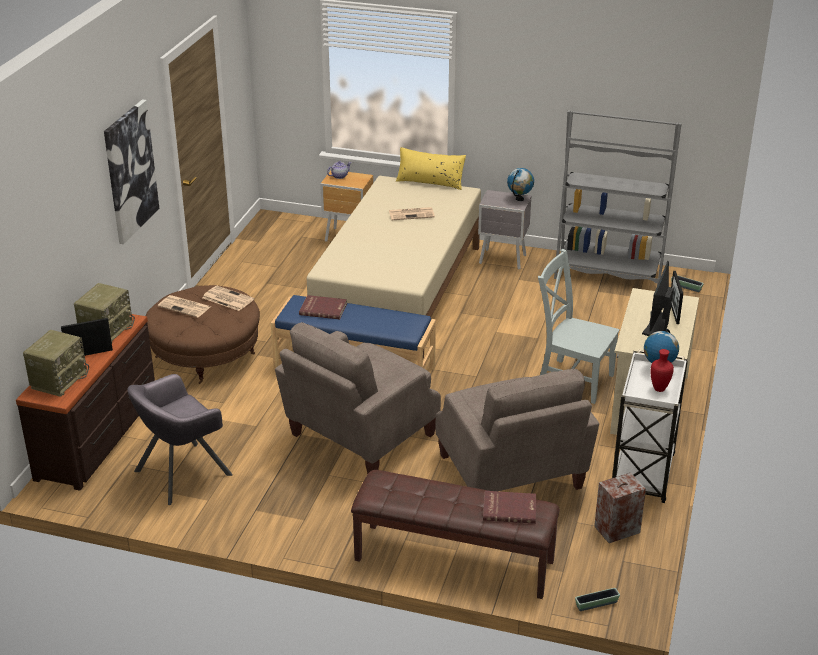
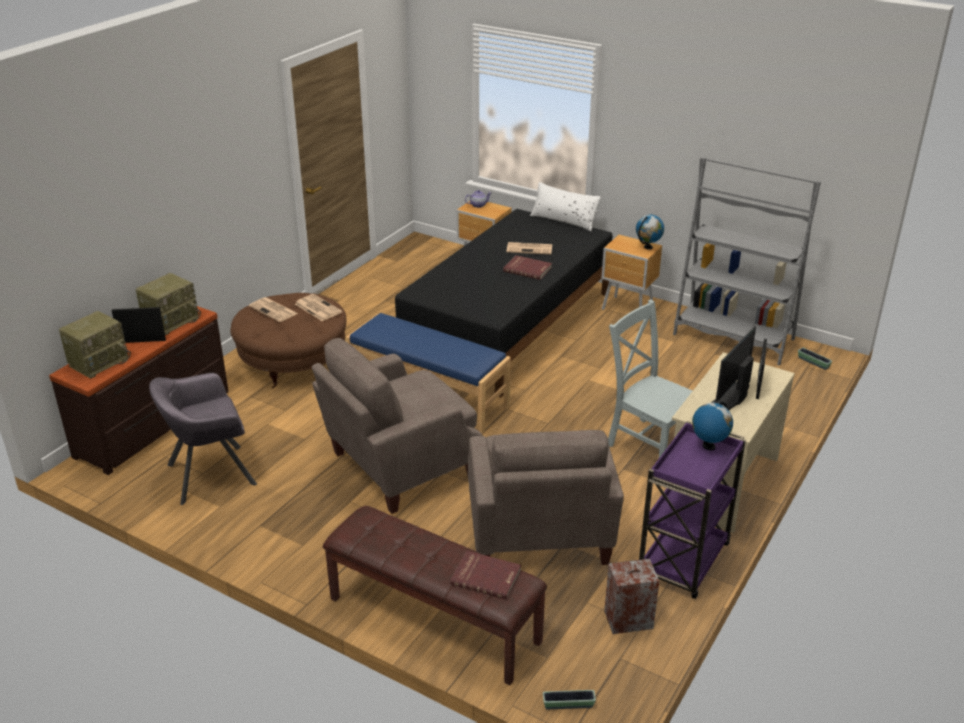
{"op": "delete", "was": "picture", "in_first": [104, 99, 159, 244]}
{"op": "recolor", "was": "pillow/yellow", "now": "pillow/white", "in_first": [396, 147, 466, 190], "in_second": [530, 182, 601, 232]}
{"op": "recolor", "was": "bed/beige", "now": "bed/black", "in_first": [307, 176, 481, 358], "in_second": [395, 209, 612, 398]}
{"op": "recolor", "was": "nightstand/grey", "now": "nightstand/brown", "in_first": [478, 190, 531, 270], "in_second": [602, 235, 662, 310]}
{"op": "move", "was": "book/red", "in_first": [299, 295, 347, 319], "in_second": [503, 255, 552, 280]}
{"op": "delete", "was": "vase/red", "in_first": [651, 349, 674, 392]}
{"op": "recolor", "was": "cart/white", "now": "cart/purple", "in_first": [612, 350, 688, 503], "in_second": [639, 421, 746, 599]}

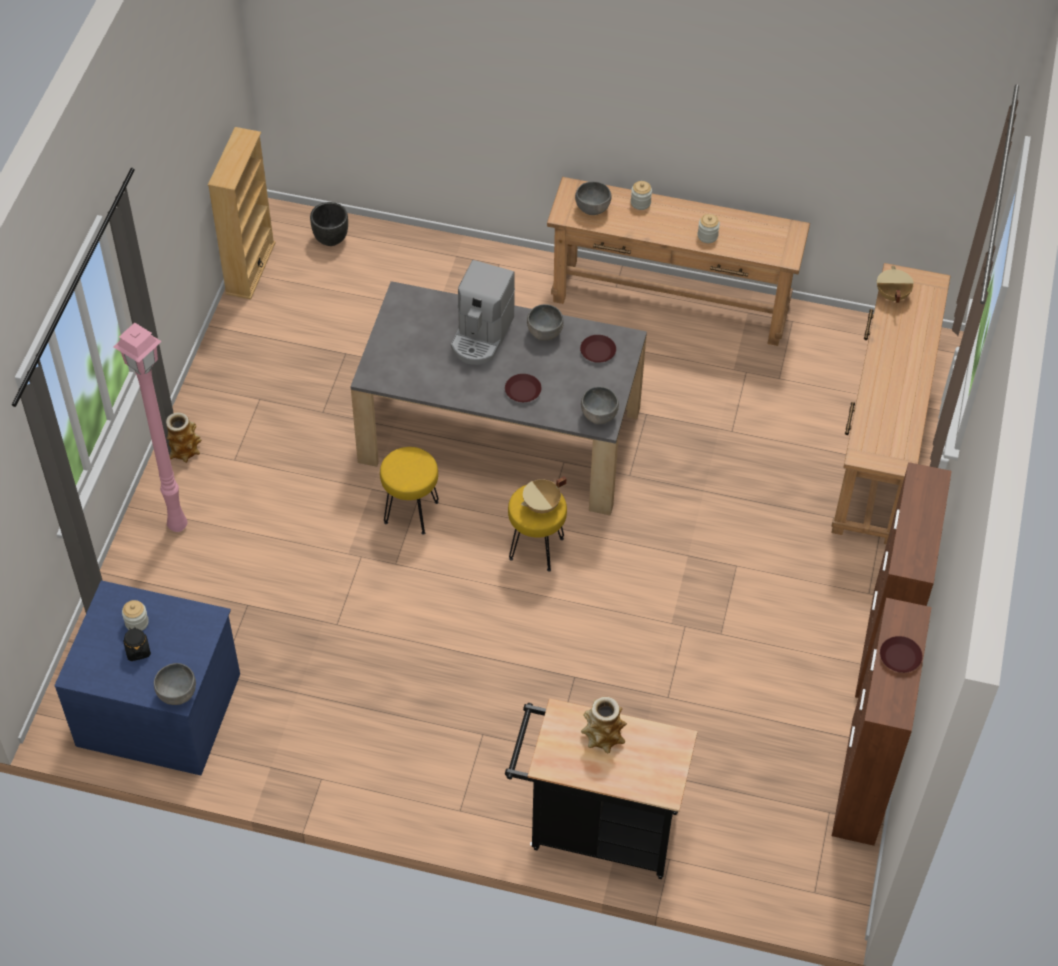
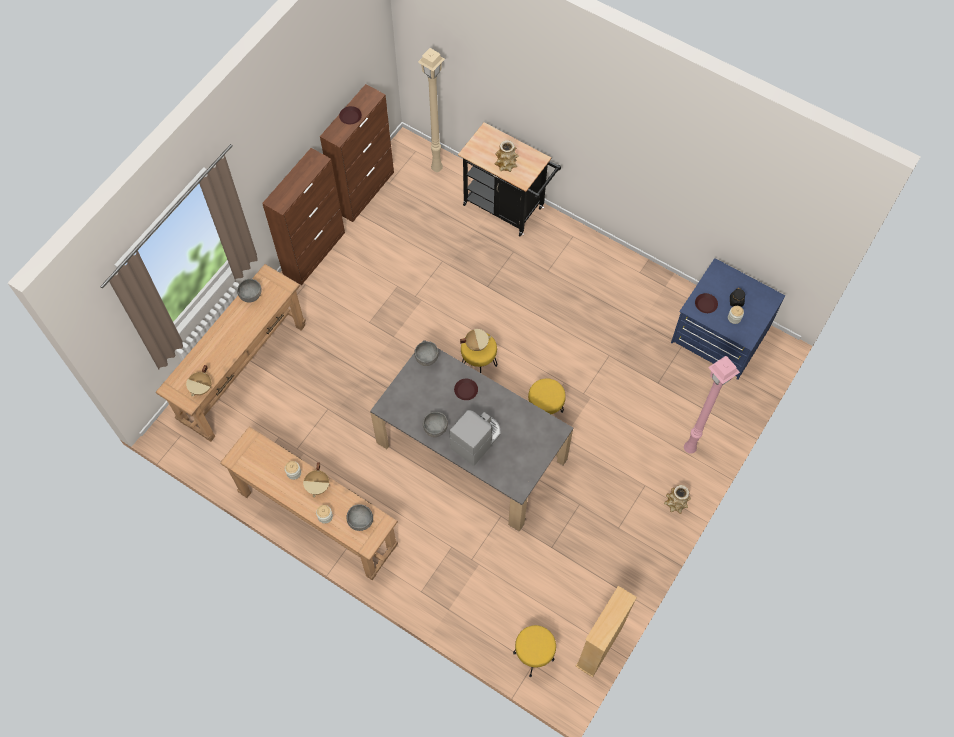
{"op": "replace", "was": "planter/black", "now": "stool/yellow", "in_first": [310, 202, 348, 246], "in_second": [513, 625, 556, 677]}
{"op": "move", "was": "plate/brown", "in_first": [580, 335, 616, 363], "in_second": [695, 293, 718, 313]}
{"op": "move", "was": "bowl/grey", "in_first": [154, 663, 196, 705], "in_second": [237, 279, 262, 302]}
{"op": "insert", "now": "floor lamp/beige", "in_second": [418, 48, 445, 172]}
{"op": "insert", "now": "cooking pot/beige", "in_second": [303, 462, 329, 498]}

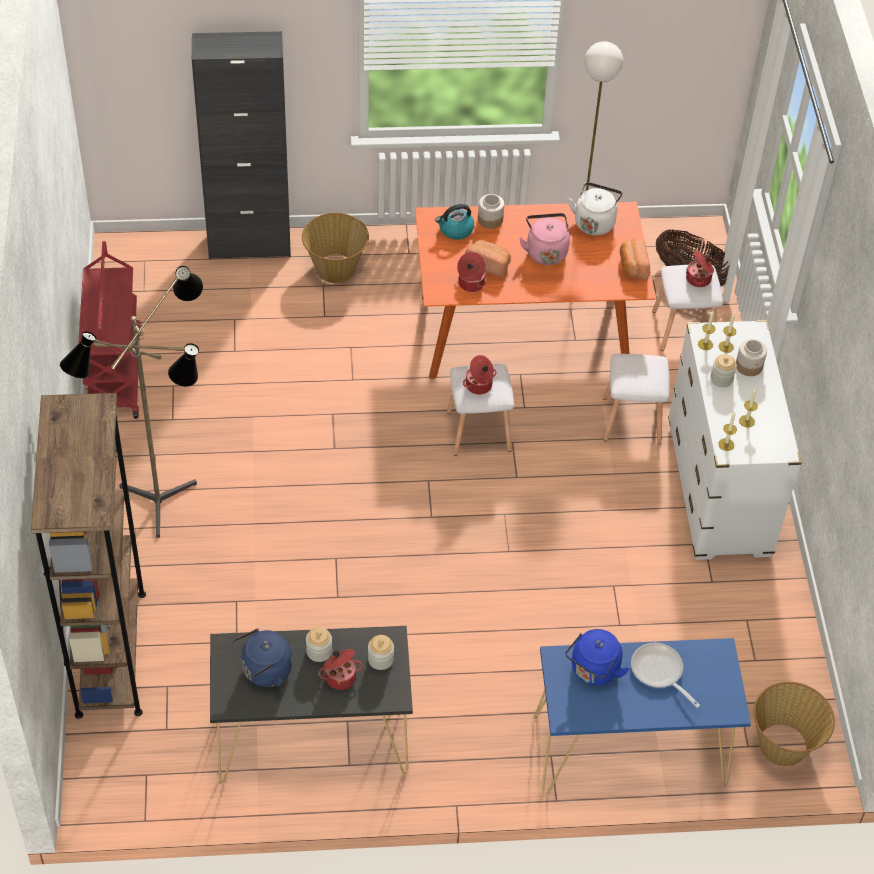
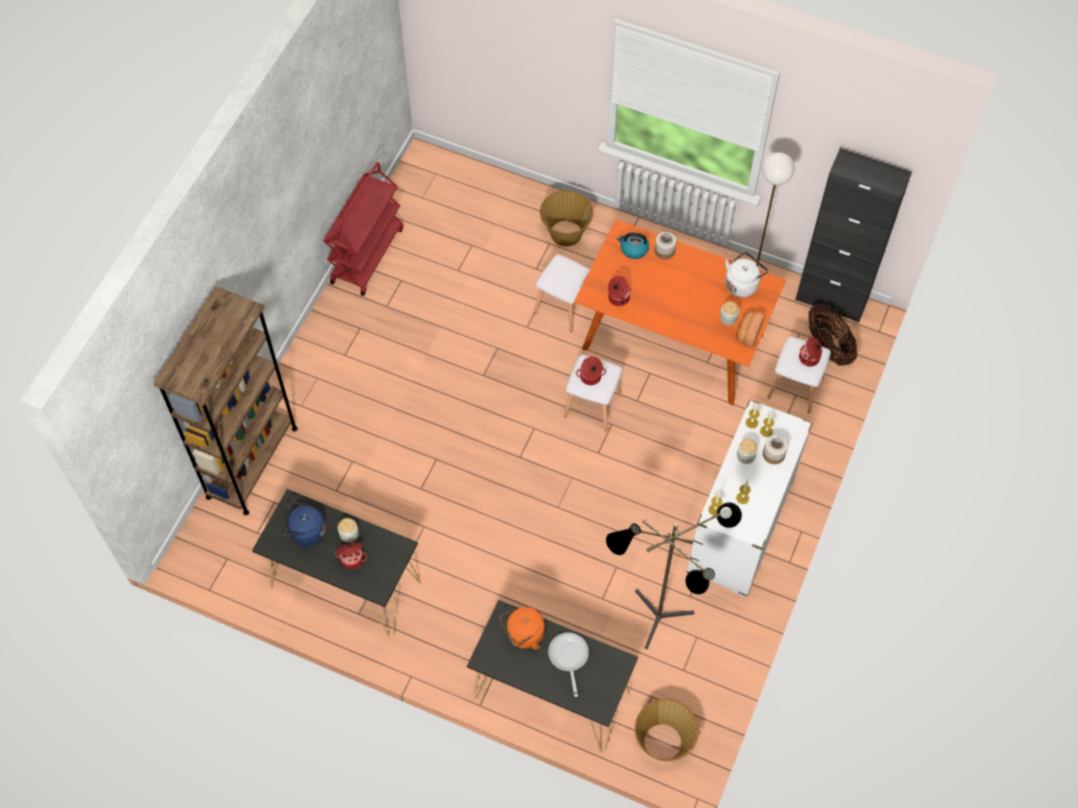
{"op": "move", "was": "cabinet/black", "in_first": [192, 31, 291, 259], "in_second": [795, 148, 912, 323]}
{"op": "delete", "was": "kettle/pink", "in_first": [519, 213, 570, 265]}
{"op": "delete", "was": "bread", "in_first": [465, 240, 511, 277]}
{"op": "move", "was": "floor lamp", "in_first": [60, 266, 203, 538], "in_second": [606, 502, 742, 649]}
{"op": "move", "was": "stool/white", "in_first": [603, 354, 670, 445], "in_second": [534, 254, 590, 332]}
{"op": "recolor", "was": "kettle/blue", "now": "kettle/orange", "in_first": [565, 629, 629, 685], "in_second": [500, 606, 545, 650]}
{"op": "move", "was": "jar", "in_first": [368, 635, 394, 670], "in_second": [720, 301, 739, 326]}
{"op": "recolor", "was": "console table/blue", "now": "console table/black", "in_first": [533, 638, 751, 795], "in_second": [467, 600, 638, 752]}

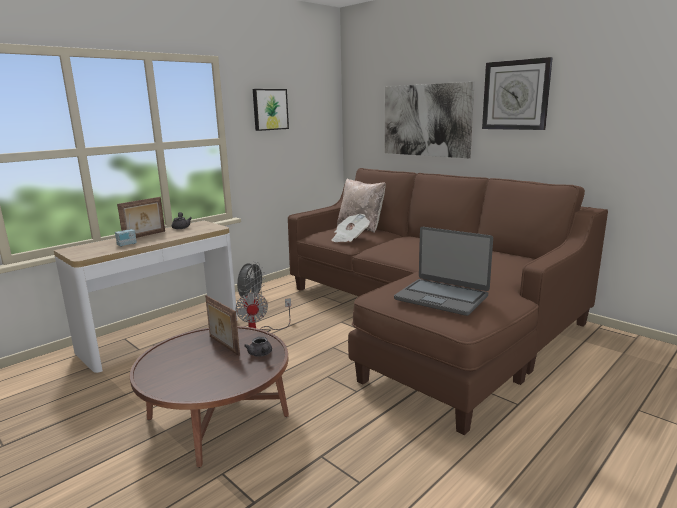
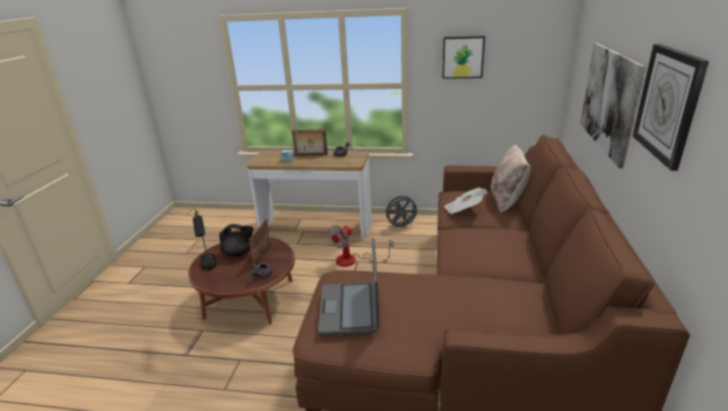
{"op": "insert", "now": "table lamp/black", "in_second": [193, 209, 217, 270]}
{"op": "insert", "now": "teapot/black", "in_second": [219, 224, 254, 257]}

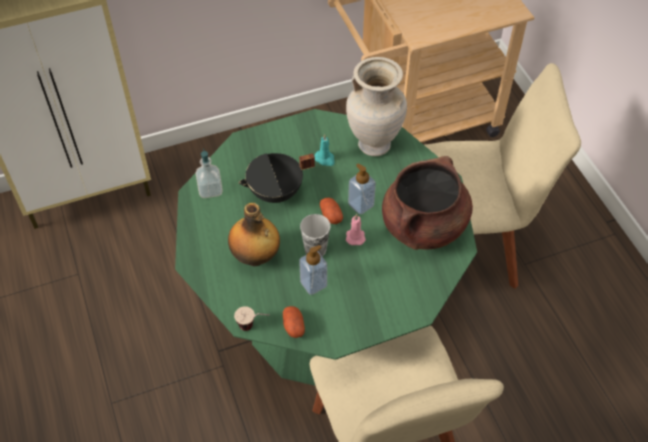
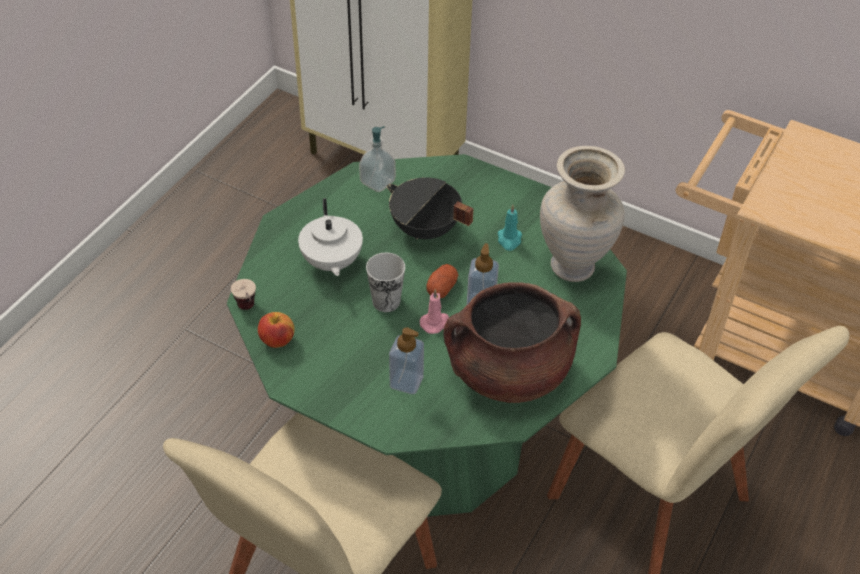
{"op": "replace", "was": "bottle", "now": "teapot/white", "in_first": [228, 203, 280, 266], "in_second": [298, 198, 363, 276]}
{"op": "move", "was": "soap dispenser", "in_first": [299, 245, 327, 295], "in_second": [389, 327, 424, 394]}
{"op": "replace", "was": "potato", "now": "apple", "in_first": [283, 306, 305, 338], "in_second": [258, 312, 295, 348]}

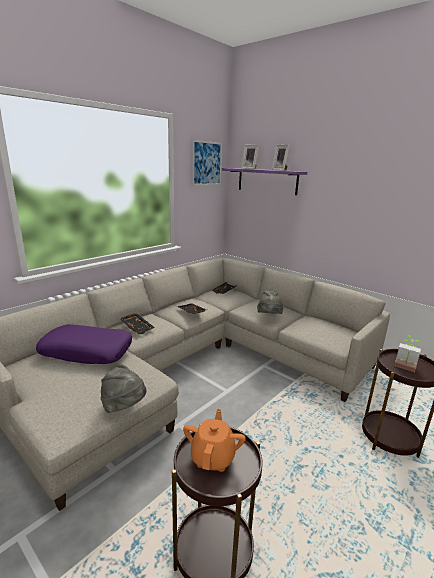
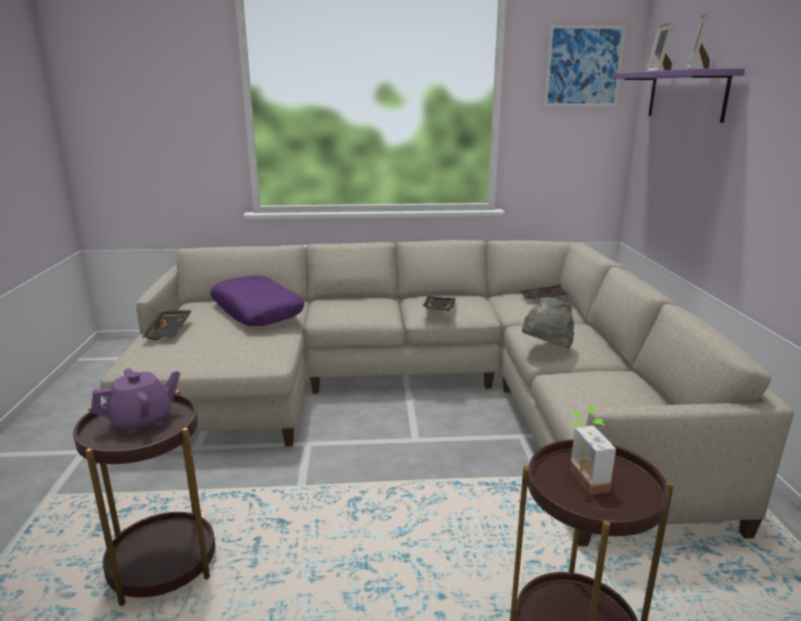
{"op": "move", "was": "tray/black", "in_first": [119, 313, 155, 334], "in_second": [141, 310, 192, 341]}
{"op": "delete", "was": "hat/grey", "in_first": [101, 365, 146, 413]}
{"op": "recolor", "was": "teapot/orange", "now": "teapot/purple", "in_first": [183, 409, 246, 472], "in_second": [91, 368, 180, 434]}

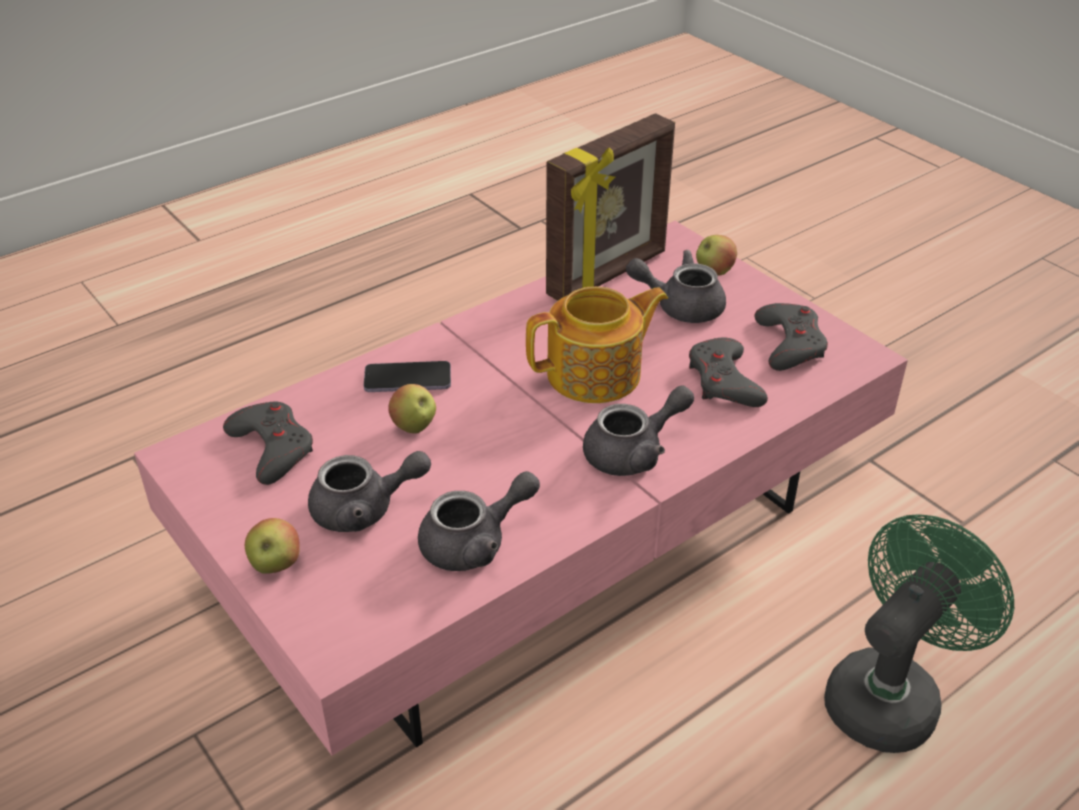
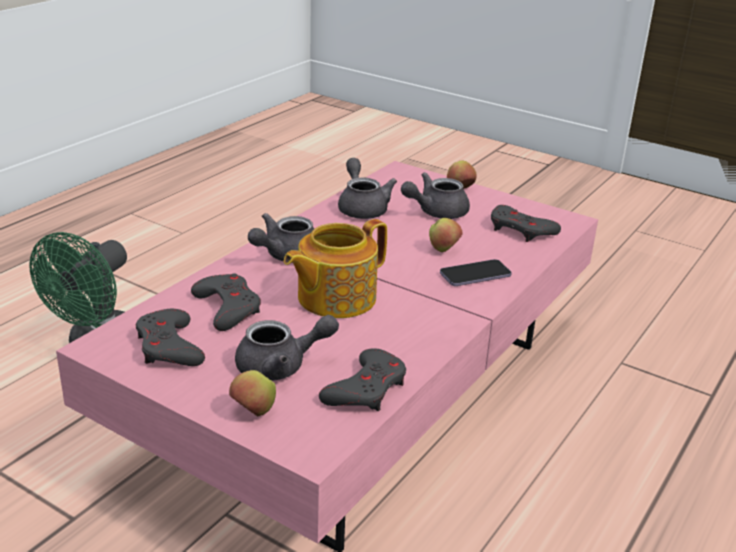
{"op": "replace", "was": "picture frame", "now": "game controller/grey", "in_first": [546, 113, 675, 301], "in_second": [319, 348, 406, 411]}
{"op": "rotate", "was": "teapot/grey", "in_first": [418, 471, 540, 571], "in_second": [338, 158, 397, 219], "clockwise": 120}

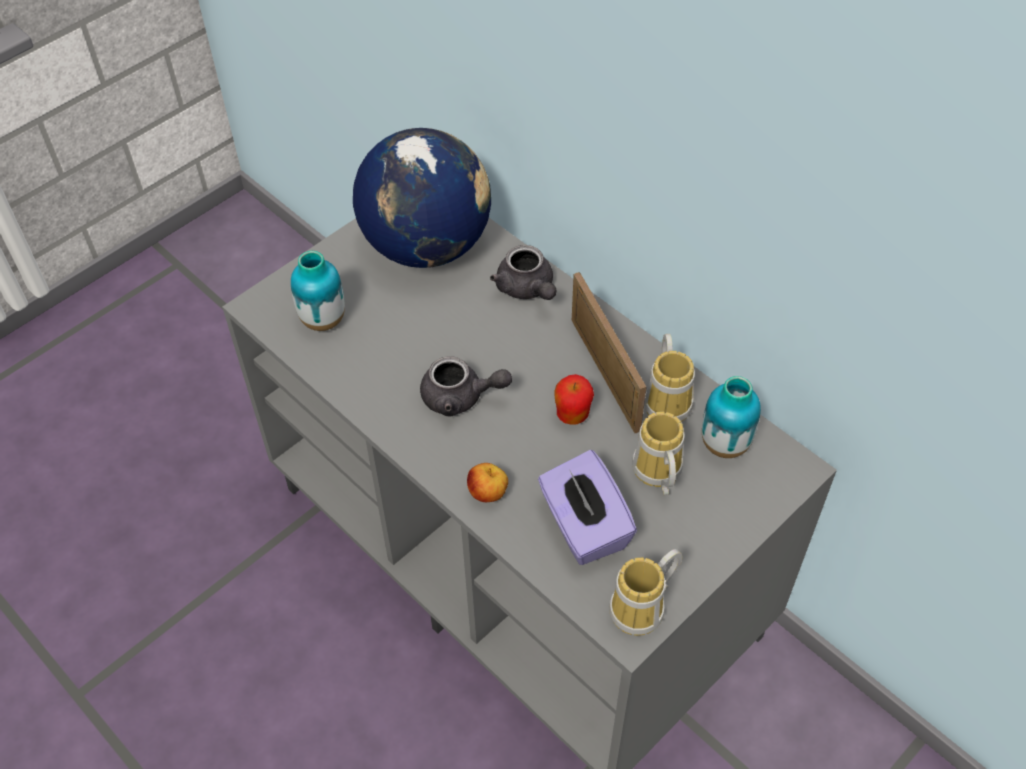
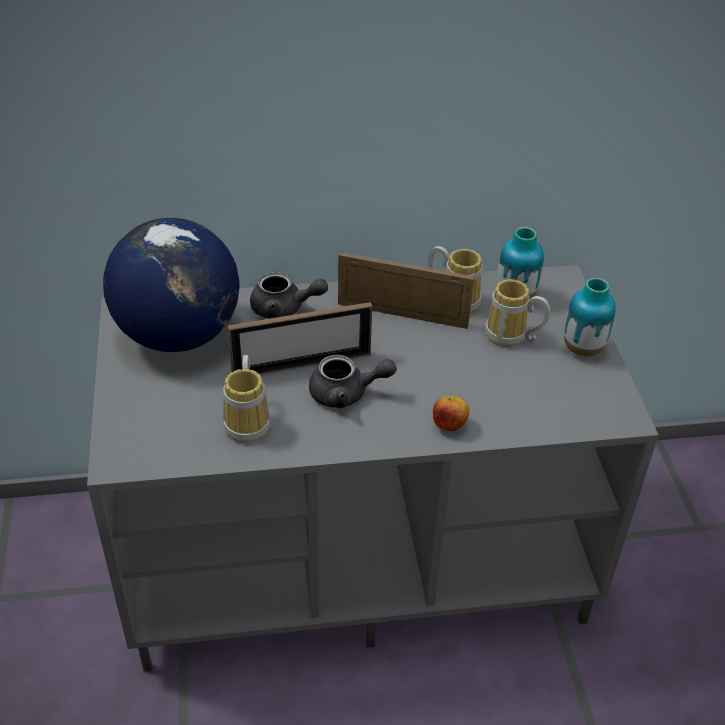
{"op": "move", "was": "vase", "in_first": [291, 251, 345, 331], "in_second": [564, 277, 616, 356]}
{"op": "rotate", "was": "teapot/grey", "in_first": [420, 356, 512, 416], "in_second": [309, 355, 397, 408], "clockwise": 45}
{"op": "delete", "was": "apple", "in_first": [554, 374, 594, 425]}
{"op": "delete", "was": "tissue box/purple", "in_first": [538, 450, 637, 565]}
{"op": "move", "was": "mug", "in_first": [609, 549, 683, 636], "in_second": [223, 355, 270, 443]}
{"op": "insert", "now": "picture frame", "in_second": [228, 302, 372, 375]}

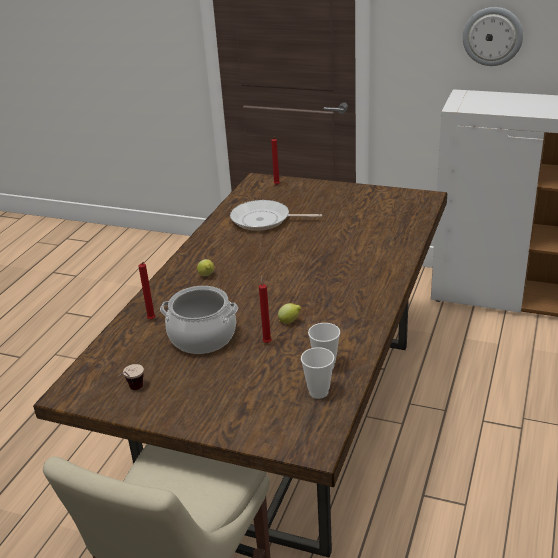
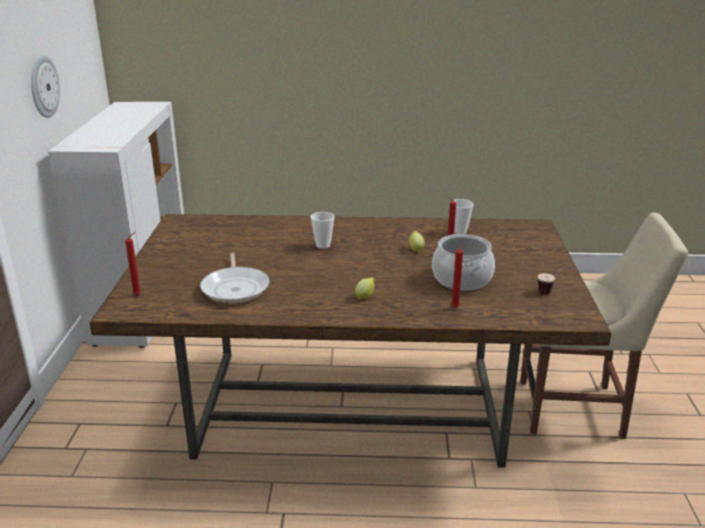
{"op": "move", "was": "cup", "in_first": [301, 347, 334, 399], "in_second": [311, 212, 335, 249]}

